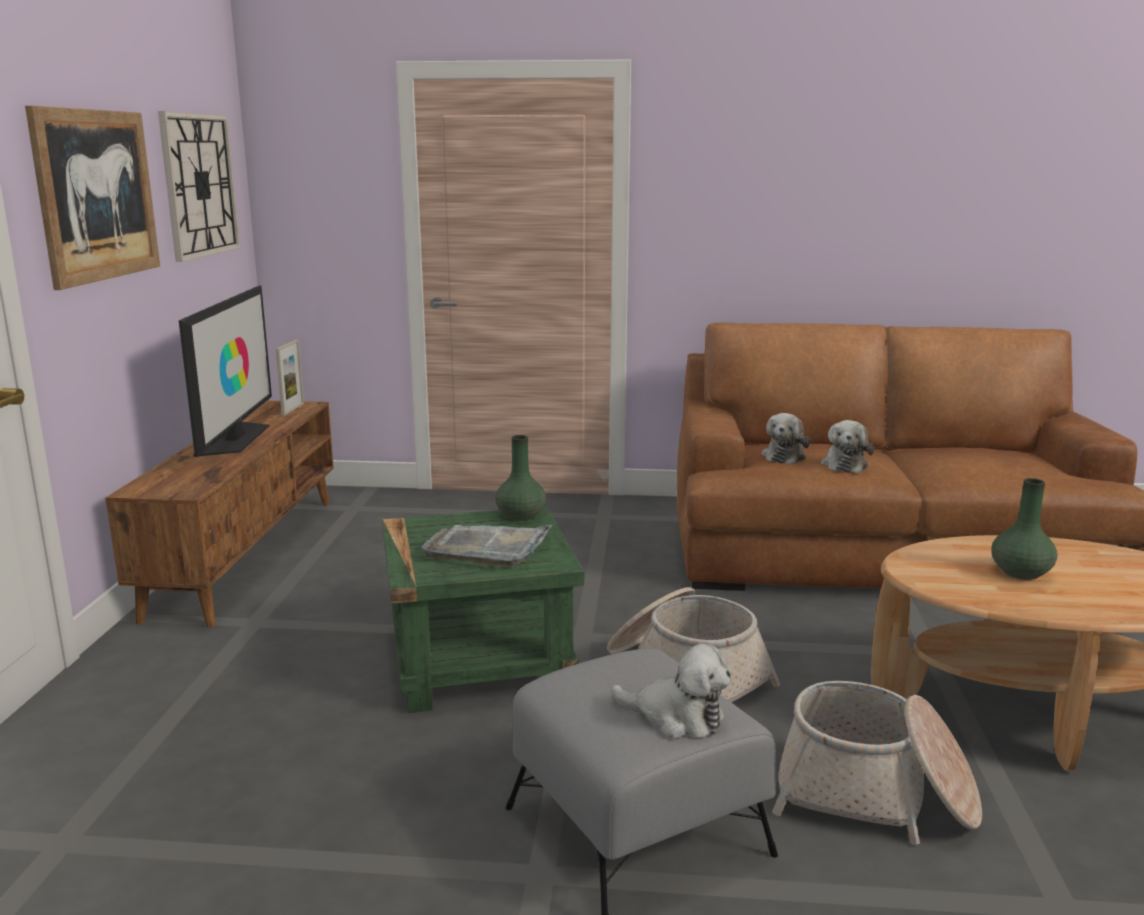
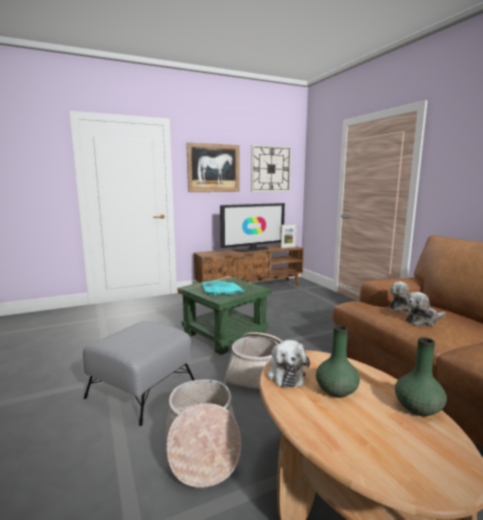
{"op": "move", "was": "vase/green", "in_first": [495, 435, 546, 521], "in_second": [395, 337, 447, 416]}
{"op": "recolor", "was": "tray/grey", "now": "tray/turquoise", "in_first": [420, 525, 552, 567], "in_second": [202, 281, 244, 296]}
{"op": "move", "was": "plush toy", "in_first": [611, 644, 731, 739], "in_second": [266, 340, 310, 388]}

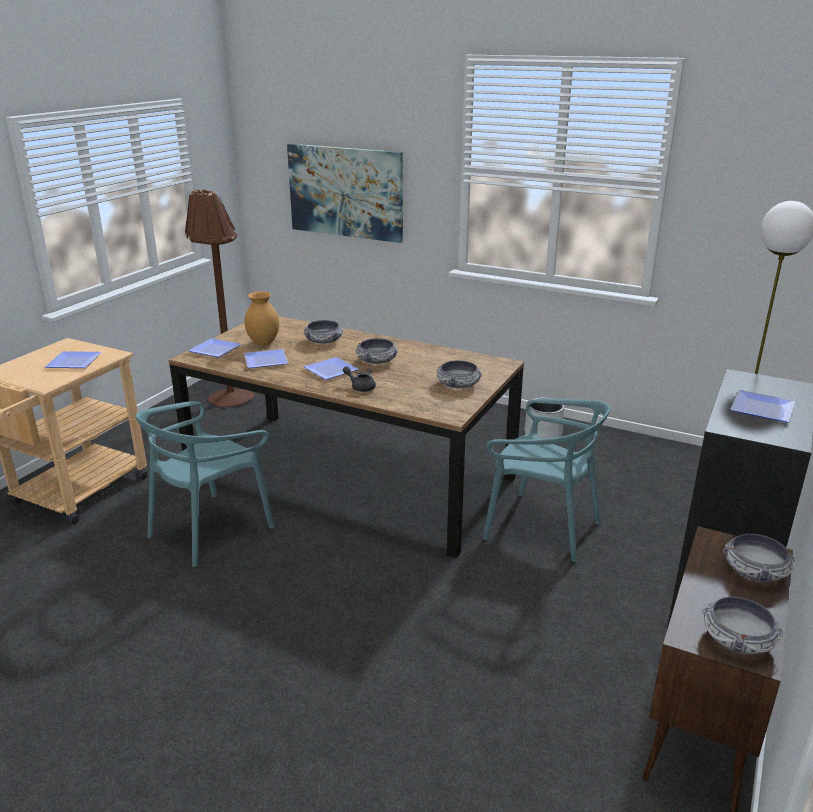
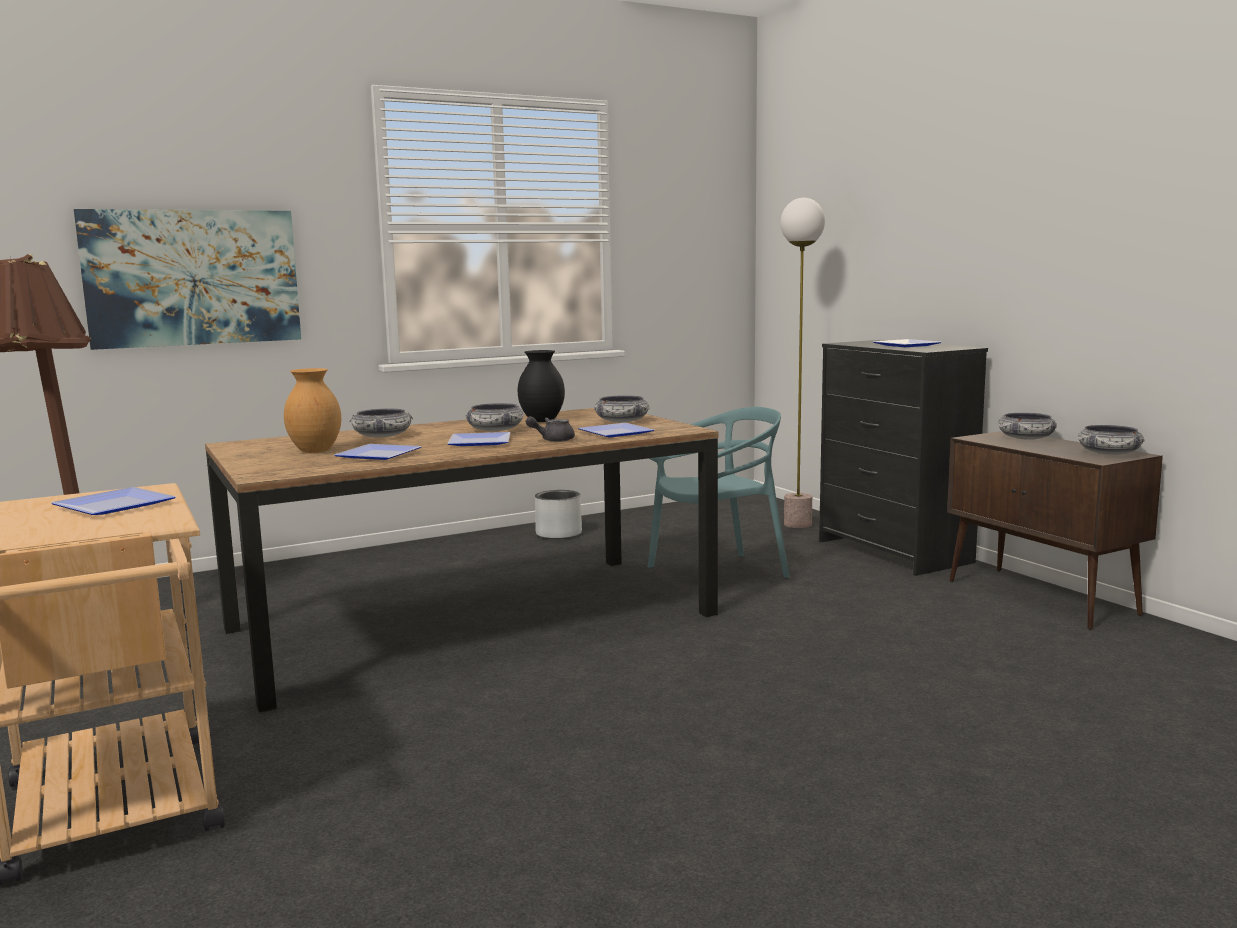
{"op": "move", "was": "plate", "in_first": [188, 338, 242, 358], "in_second": [578, 423, 654, 438]}
{"op": "delete", "was": "chair/turquoise", "in_first": [135, 401, 275, 567]}
{"op": "insert", "now": "vase/black", "in_second": [518, 350, 565, 422]}

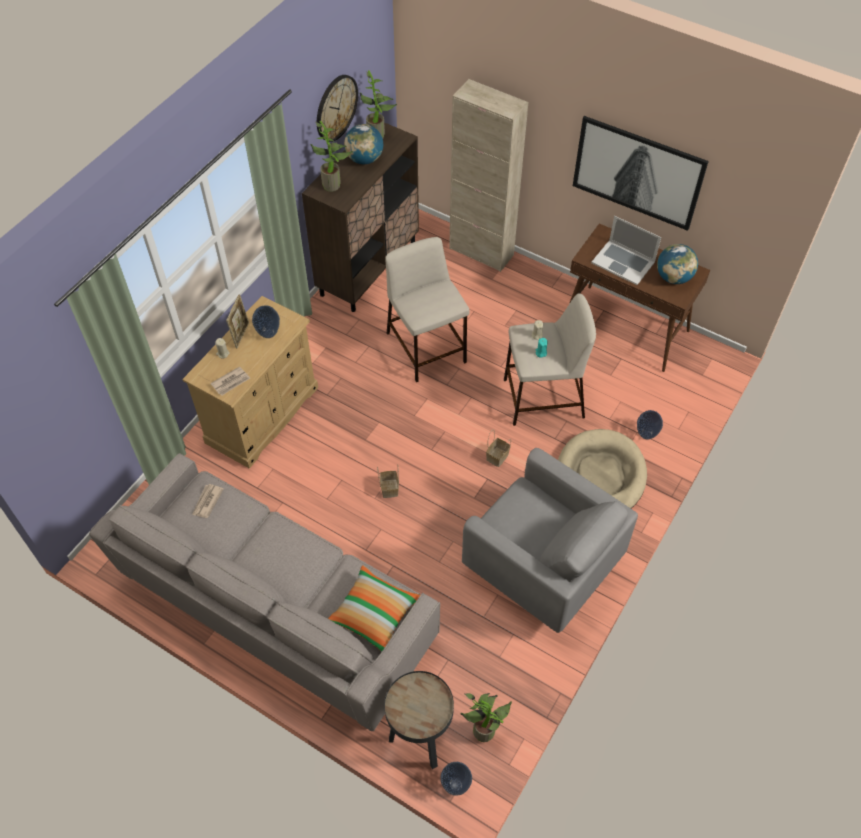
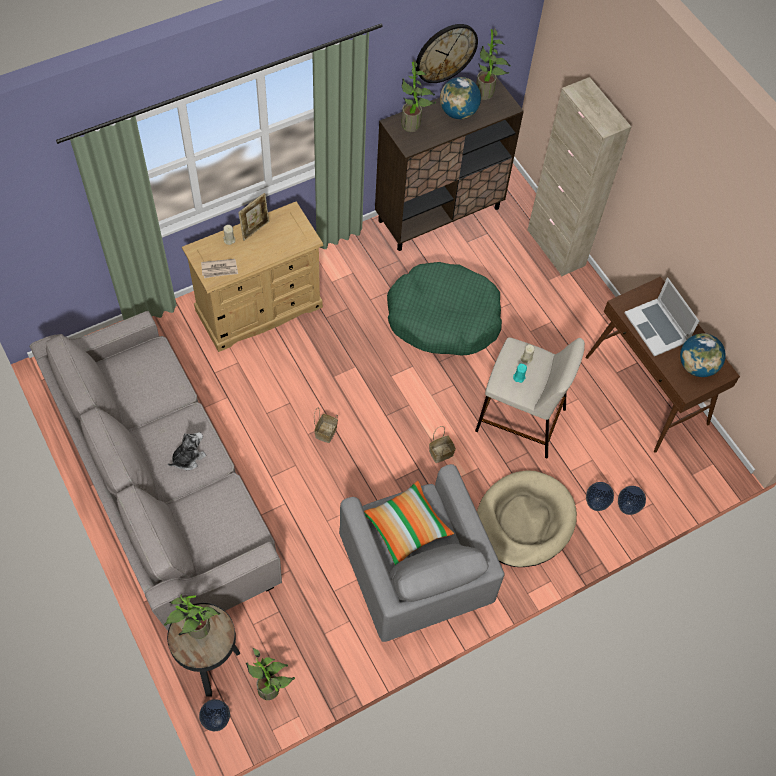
{"op": "delete", "was": "picture", "in_first": [573, 116, 709, 231]}
{"op": "replace", "was": "stool/beige", "now": "dog bed/green", "in_first": [385, 237, 469, 382], "in_second": [387, 262, 502, 356]}
{"op": "move", "was": "vase", "in_first": [252, 305, 280, 338], "in_second": [618, 486, 646, 515]}
{"op": "delete", "was": "newspaper", "in_first": [192, 484, 224, 518]}
{"op": "move", "was": "pillow", "in_first": [328, 565, 420, 652], "in_second": [364, 481, 454, 565]}
{"op": "insert", "now": "plush toy", "in_second": [168, 432, 206, 470]}
{"op": "insert", "now": "potted plant", "in_second": [164, 594, 220, 639]}

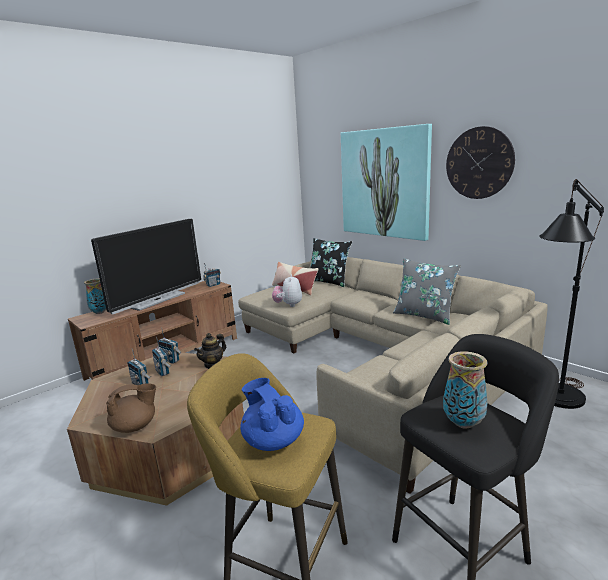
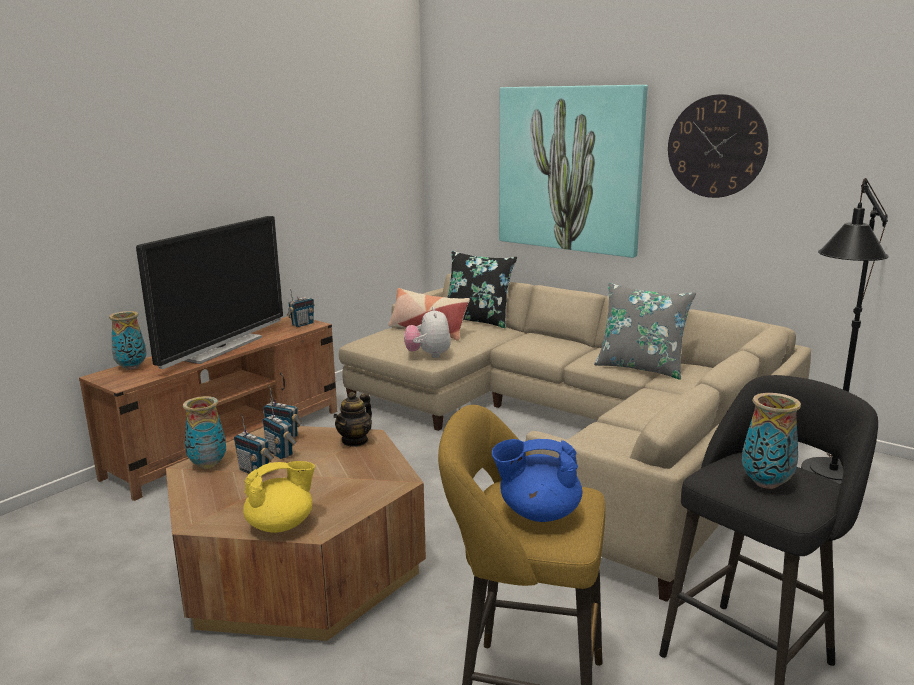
{"op": "rotate", "was": "teapot/blue", "in_first": [240, 378, 304, 451], "in_second": [492, 439, 583, 522], "clockwise": -45}
{"op": "recolor", "was": "teapot/brown", "now": "teapot/yellow", "in_first": [106, 383, 156, 433], "in_second": [243, 461, 315, 533]}
{"op": "insert", "now": "vase", "in_second": [183, 396, 226, 469]}

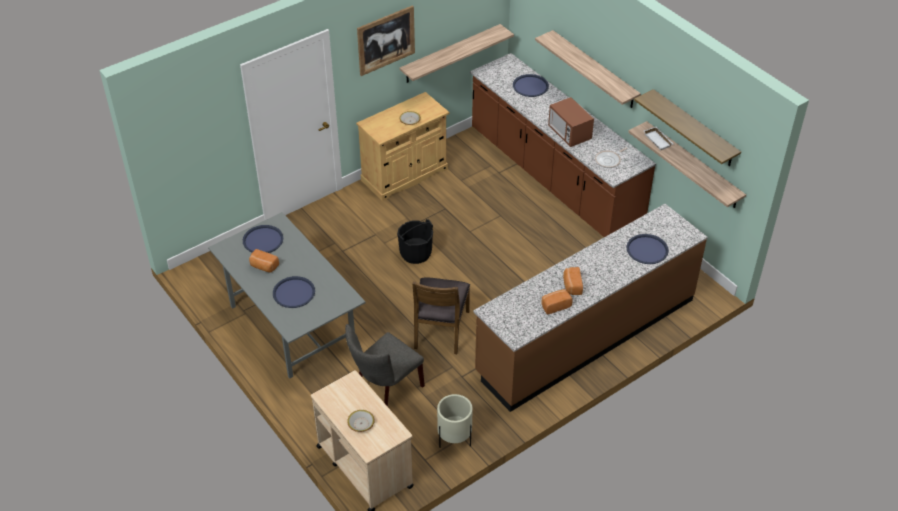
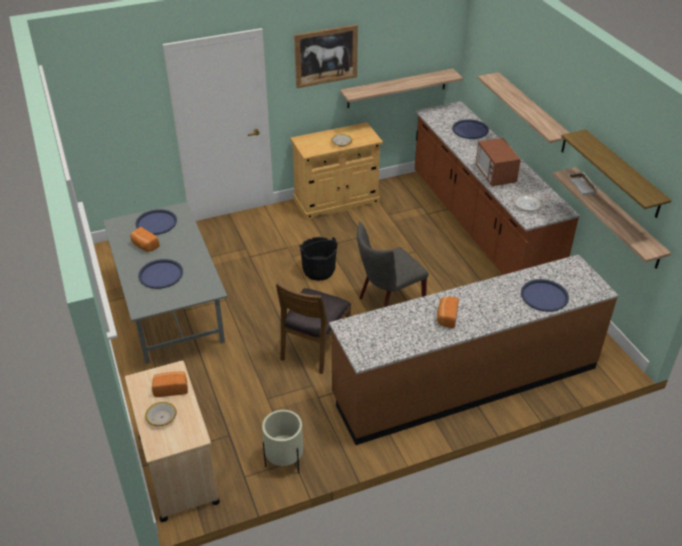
{"op": "move", "was": "bread", "in_first": [541, 289, 573, 315], "in_second": [152, 371, 188, 397]}
{"op": "move", "was": "chair/grey", "in_first": [345, 324, 425, 407], "in_second": [357, 222, 429, 307]}

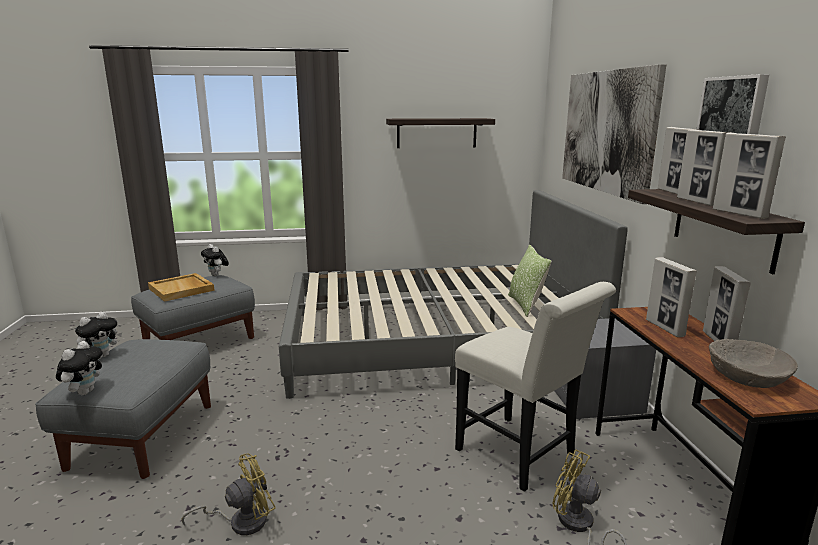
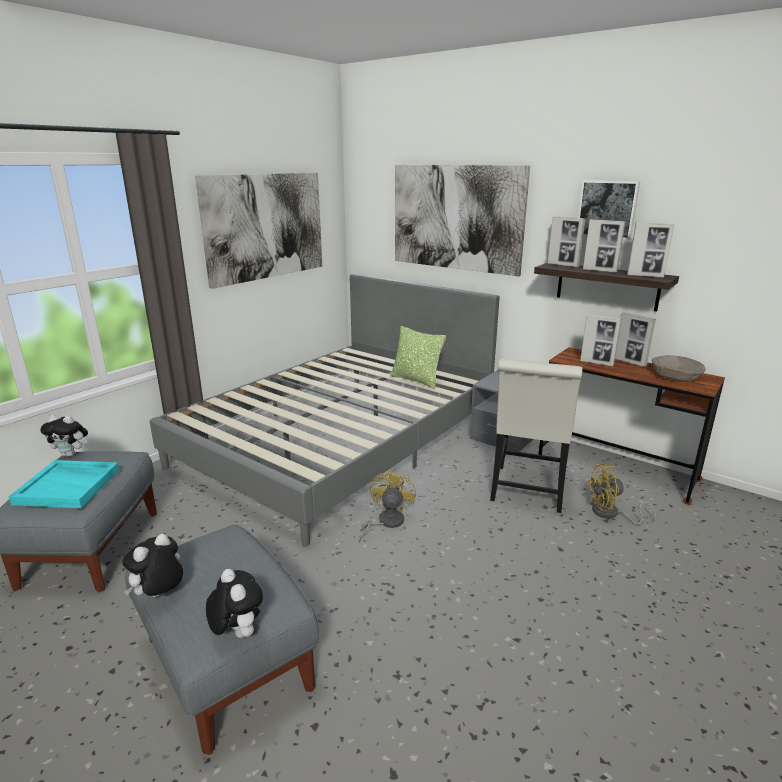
{"op": "replace", "was": "shelf", "now": "picture", "in_first": [386, 118, 495, 148], "in_second": [195, 173, 322, 289]}
{"op": "recolor", "was": "tray/beige", "now": "tray/turquoise", "in_first": [148, 273, 215, 302], "in_second": [9, 460, 120, 508]}
{"op": "rotate", "was": "chair/white", "in_first": [455, 282, 616, 492], "in_second": [490, 359, 582, 513], "clockwise": 105}
{"op": "rotate", "was": "plush toy", "in_first": [75, 312, 122, 359], "in_second": [122, 534, 183, 597], "clockwise": -135}
{"op": "move", "was": "fan/yellow", "in_first": [181, 454, 276, 535], "in_second": [359, 469, 416, 543]}

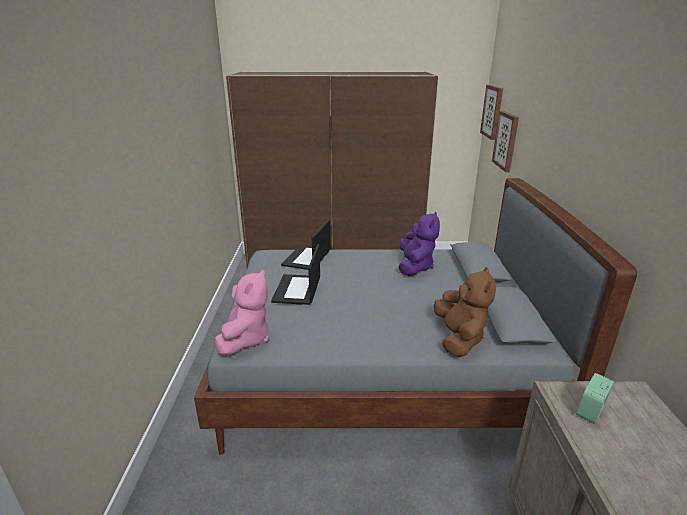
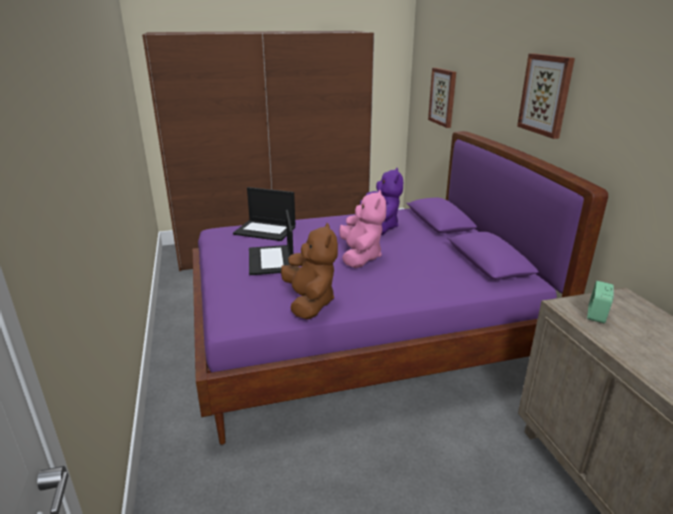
{"op": "move", "was": "picture", "in_first": [480, 85, 503, 140], "in_second": [517, 53, 575, 139]}
{"op": "recolor", "was": "bed/grey", "now": "bed/purple", "in_first": [194, 178, 637, 455], "in_second": [193, 131, 608, 445]}
{"op": "rotate", "was": "laptop", "in_first": [281, 220, 331, 270], "in_second": [233, 187, 295, 241], "clockwise": -75}
{"op": "move", "was": "plush toy/brown", "in_first": [434, 267, 496, 357], "in_second": [281, 223, 338, 319]}
{"op": "move", "was": "plush toy/pink", "in_first": [215, 269, 269, 356], "in_second": [339, 190, 386, 268]}

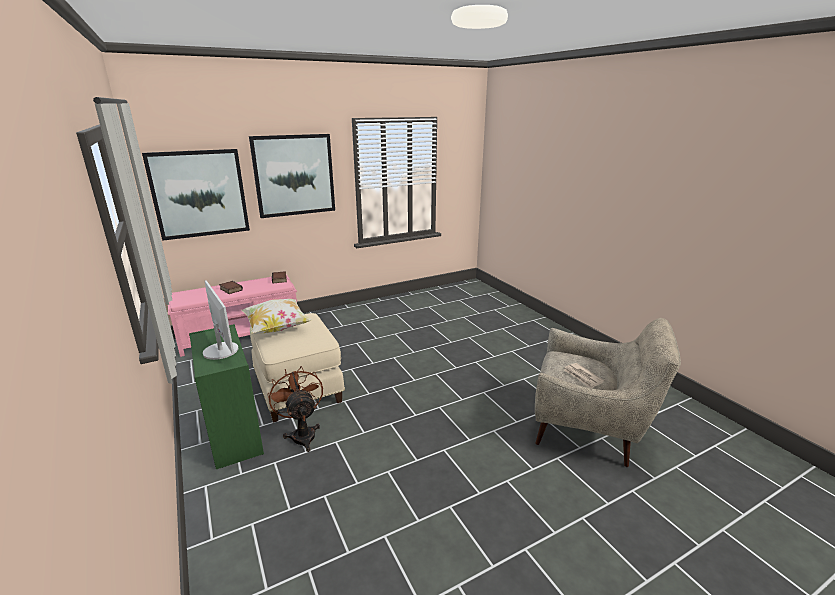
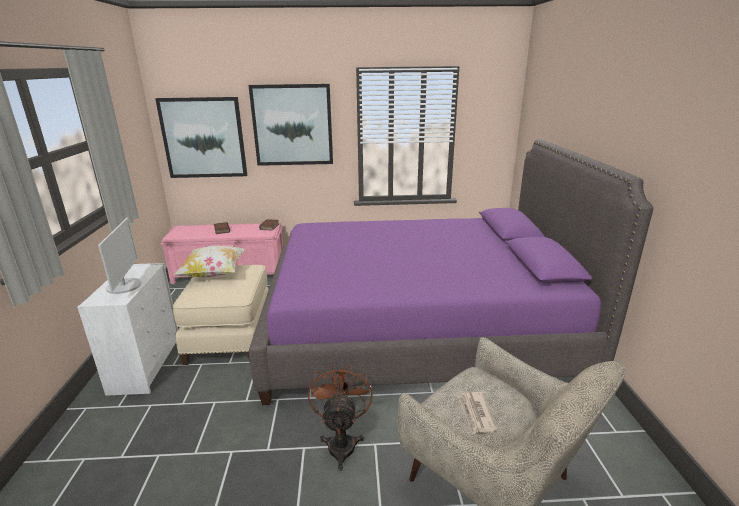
{"op": "recolor", "was": "dresser/green", "now": "dresser/white", "in_first": [189, 324, 264, 469], "in_second": [77, 263, 178, 396]}
{"op": "move", "was": "fan/brown", "in_first": [267, 366, 323, 452], "in_second": [308, 363, 373, 471]}
{"op": "insert", "now": "bed/purple", "in_second": [249, 139, 653, 405]}

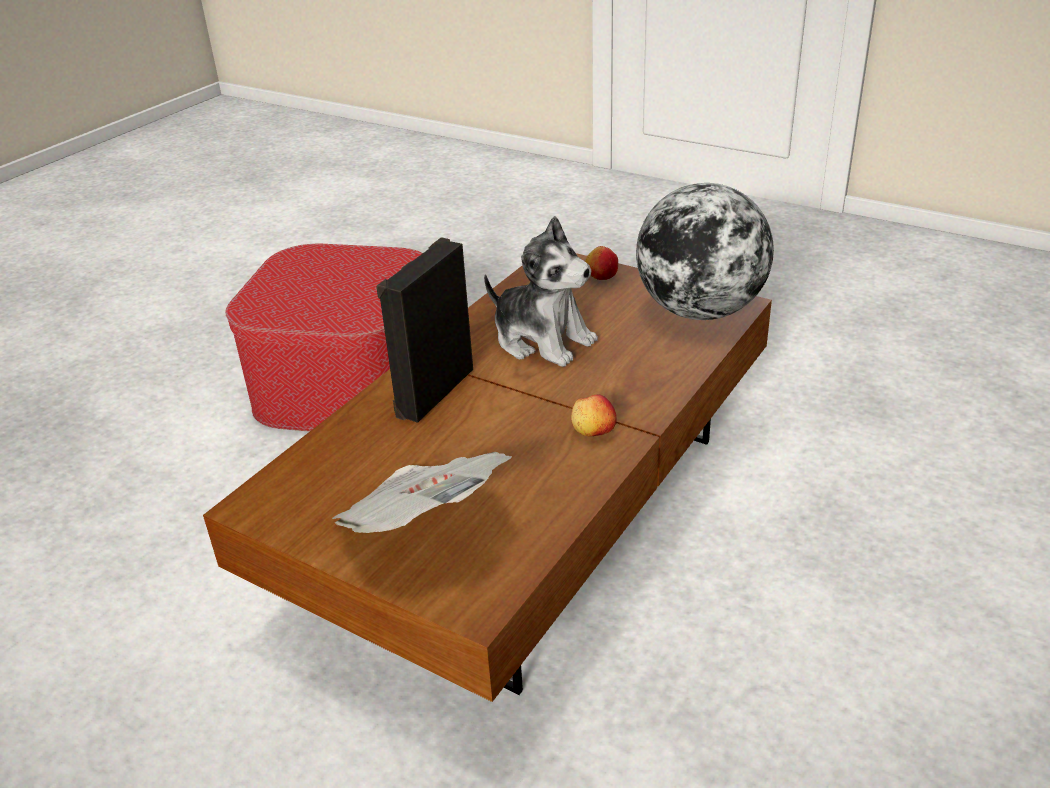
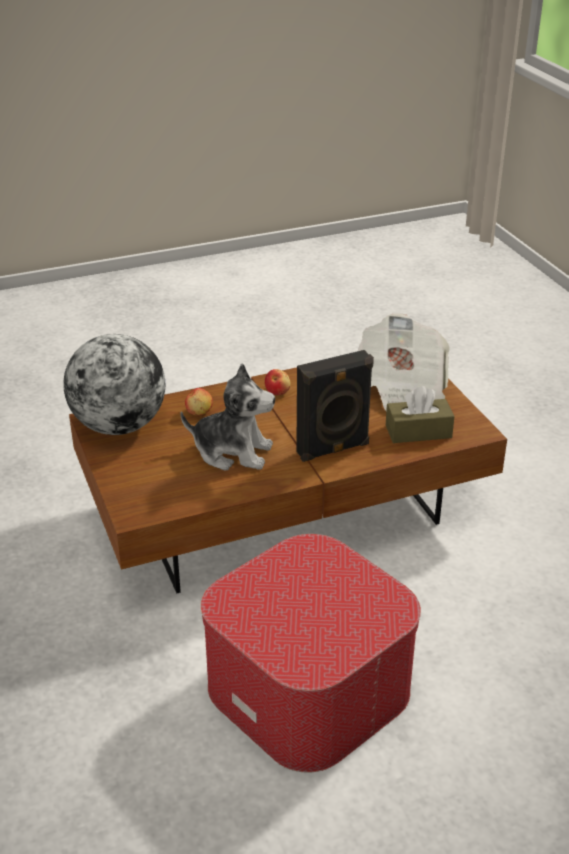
{"op": "rotate", "was": "plush toy", "in_first": [484, 216, 598, 367], "in_second": [180, 364, 275, 471], "clockwise": 120}
{"op": "move", "was": "apple", "in_first": [585, 246, 618, 280], "in_second": [185, 388, 213, 415]}
{"op": "insert", "now": "tissue box/brown", "in_second": [386, 386, 455, 443]}

